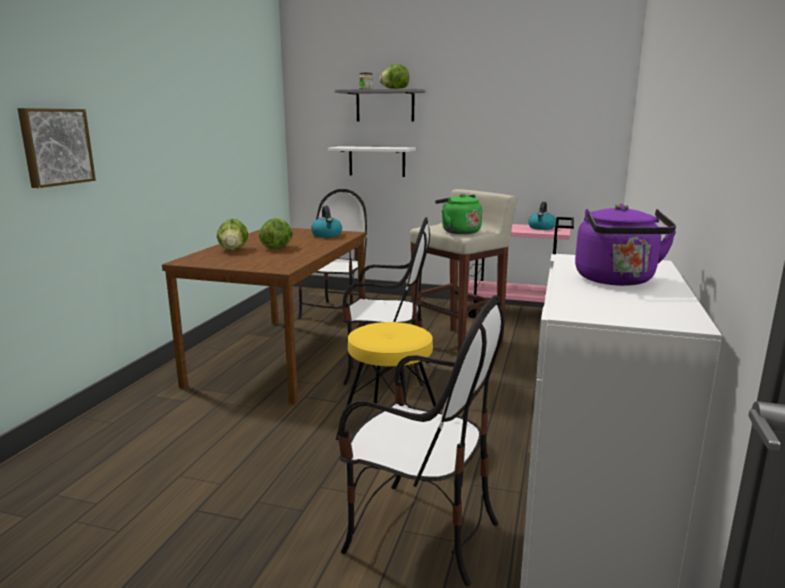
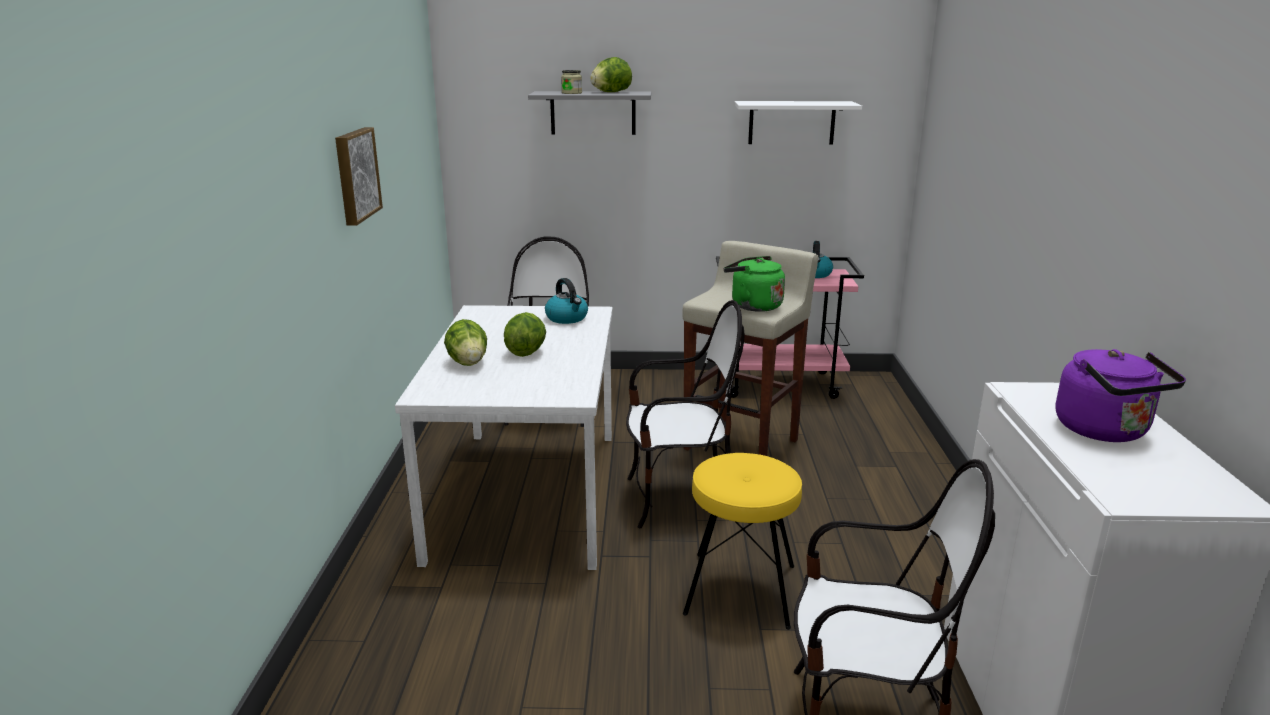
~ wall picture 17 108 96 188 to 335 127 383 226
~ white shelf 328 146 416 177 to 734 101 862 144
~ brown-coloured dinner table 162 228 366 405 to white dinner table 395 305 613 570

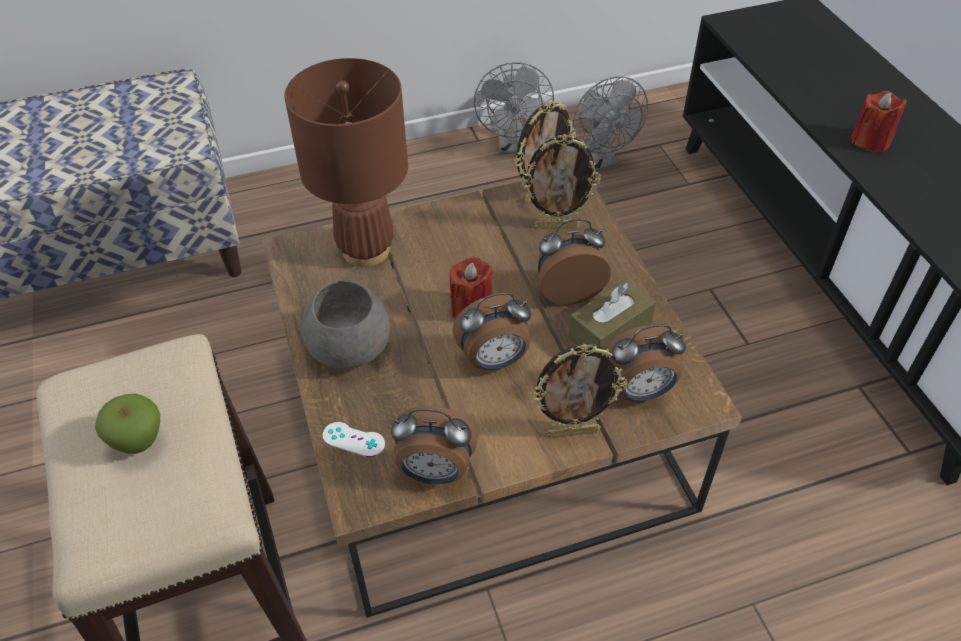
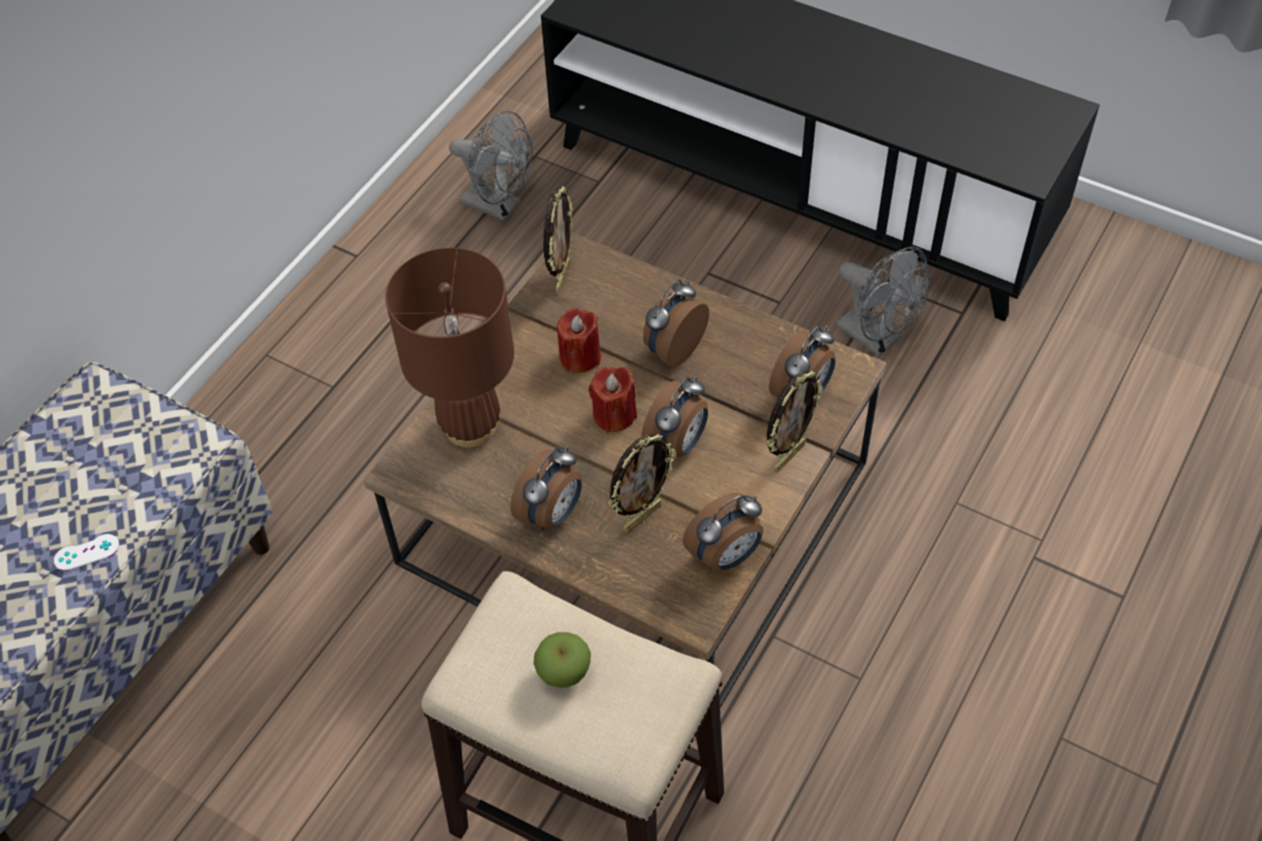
~ gray cooling fan 474 62 554 154 to 836 246 930 357
~ red wax light 851 91 907 152 to 557 308 601 373
~ photo frame 521 134 601 229 to 608 434 677 533
- brown-coloured tissue box 568 279 656 348
~ gray deep dish 301 280 390 369 to table clock 510 446 582 530
~ white joypad 323 422 385 457 to 54 534 119 571

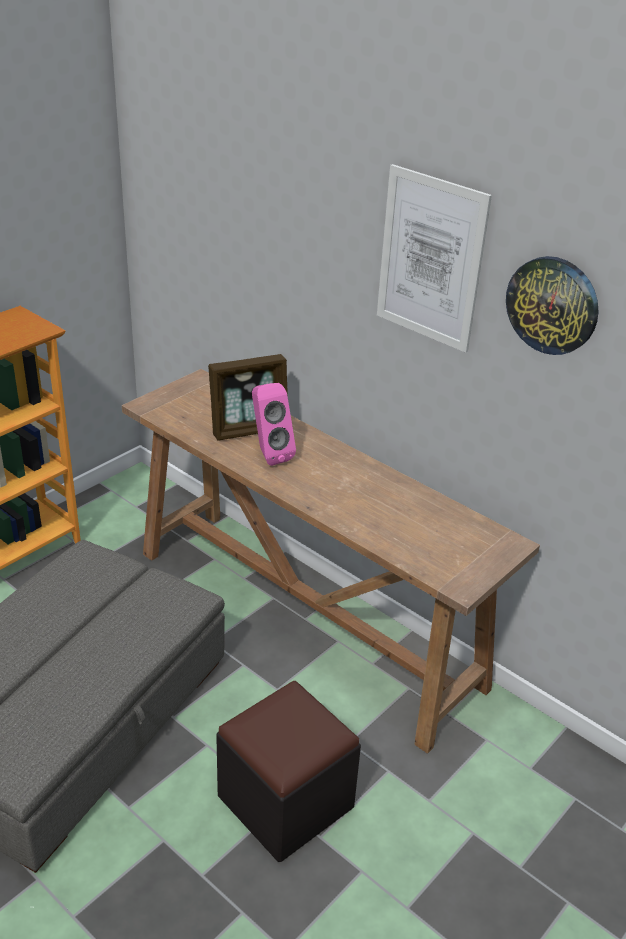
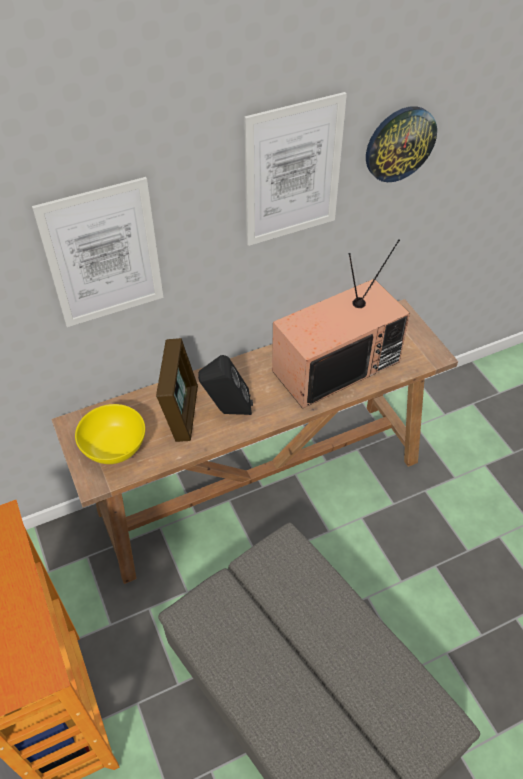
~ pink-coloured speaker 252 383 296 466 to black speaker 198 355 253 415
- black ottoman 216 681 361 862
+ wall picture 32 177 164 327
+ TV 272 239 410 409
+ yellow-coloured deep dish 75 404 145 464

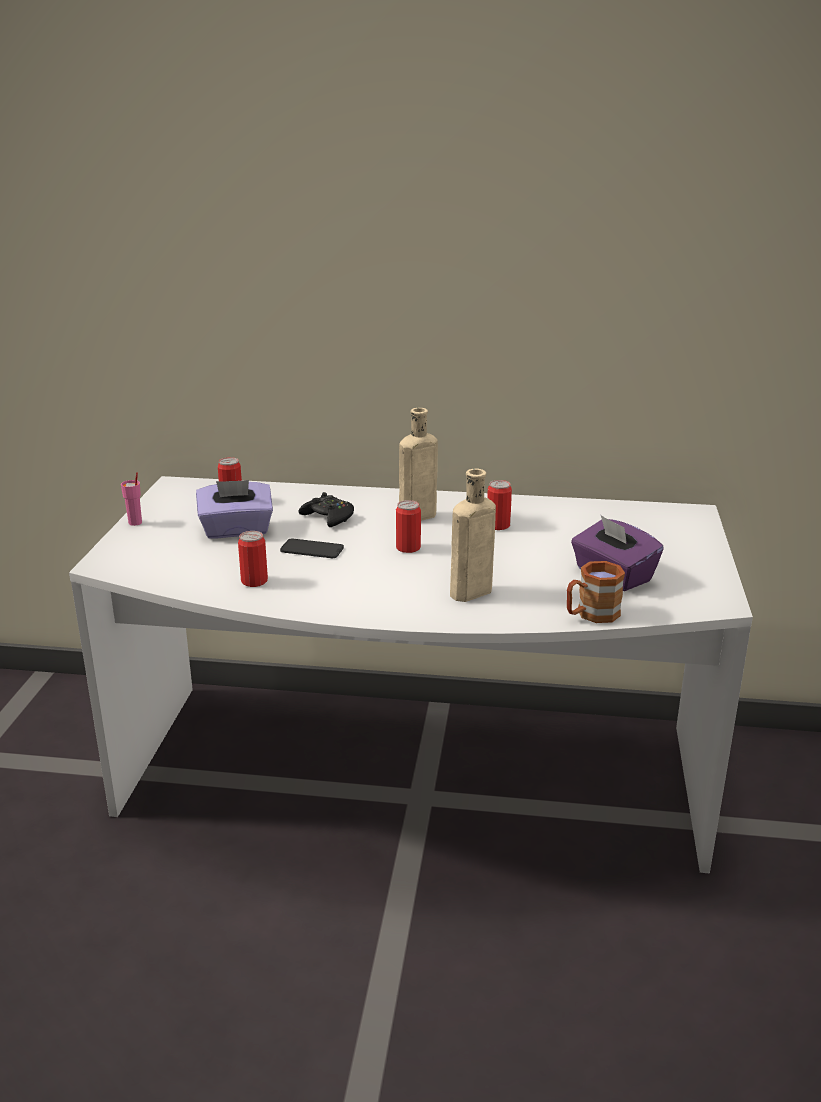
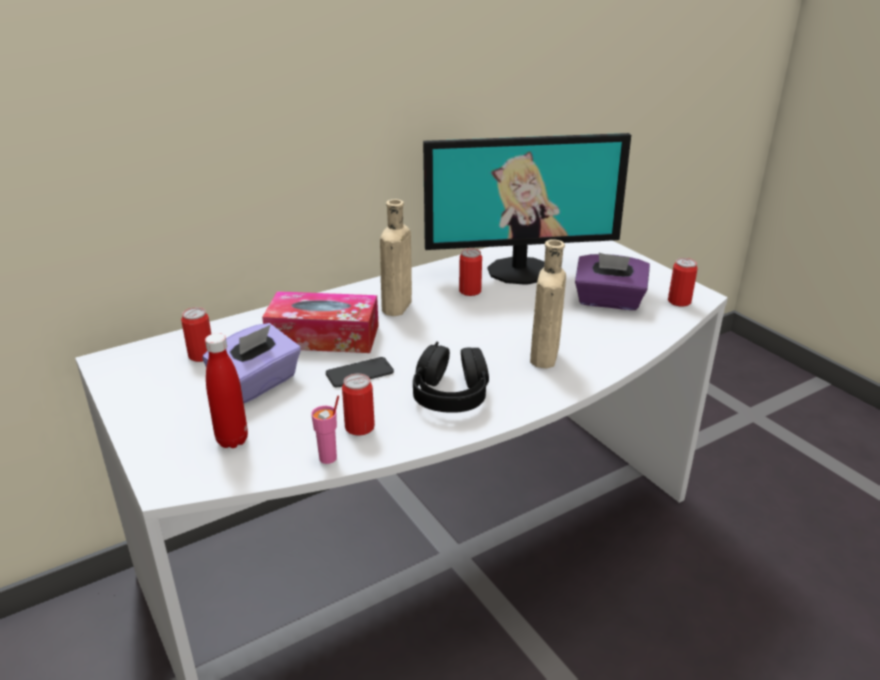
~ pink-coloured drinking cup 121 472 142 526 to 311 396 339 464
~ black joypad 299 492 354 527 to tissue box 262 291 379 353
~ can 396 500 421 553 to 668 258 698 307
- brown-coloured mug 567 561 625 623
+ computer display 423 133 631 285
+ red bottle 205 333 248 448
+ black pair of headphones 413 341 489 413

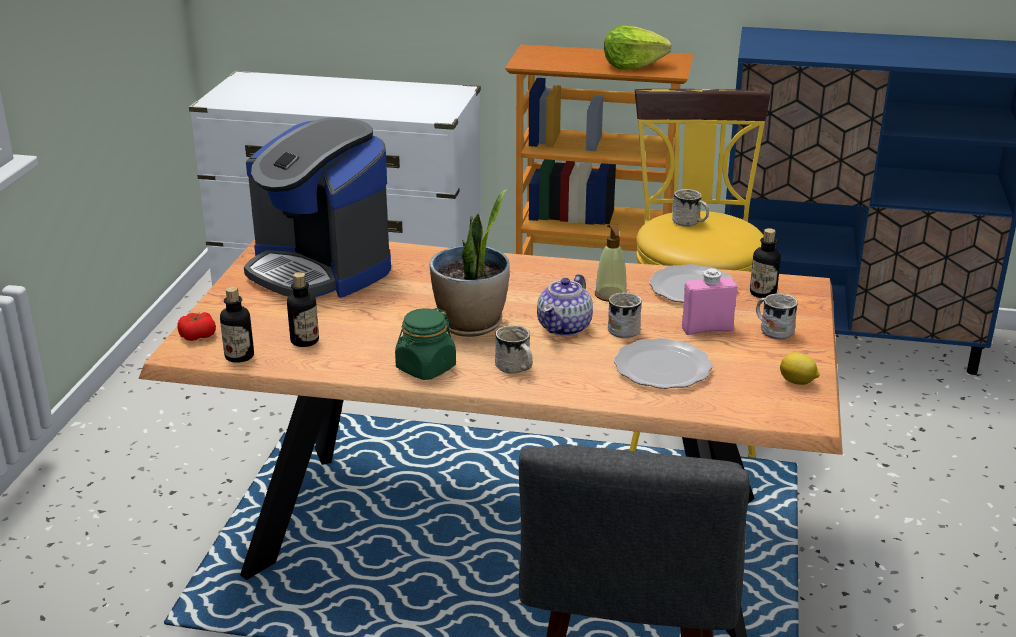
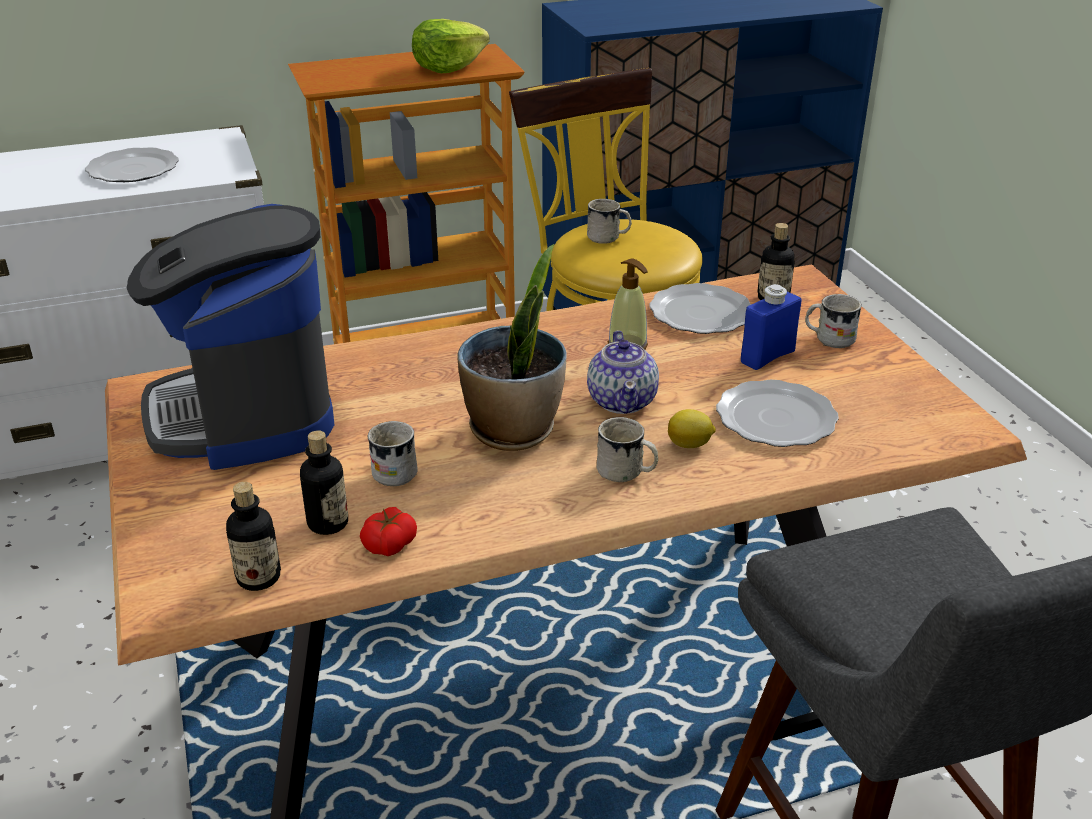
~ coffee machine 244 117 391 298 = 127 204 335 470 60 degrees clockwise
~ pink-coloured bottle 682 268 737 335 to blue bottle 741 284 802 370
~ white mug 608 292 642 338 to 367 421 418 486
- green storage jar 395 308 456 380
~ tomato 177 312 216 341 to 360 507 417 556
~ whole lemon 780 352 819 385 to 668 409 716 448
+ flat dish 85 147 179 182

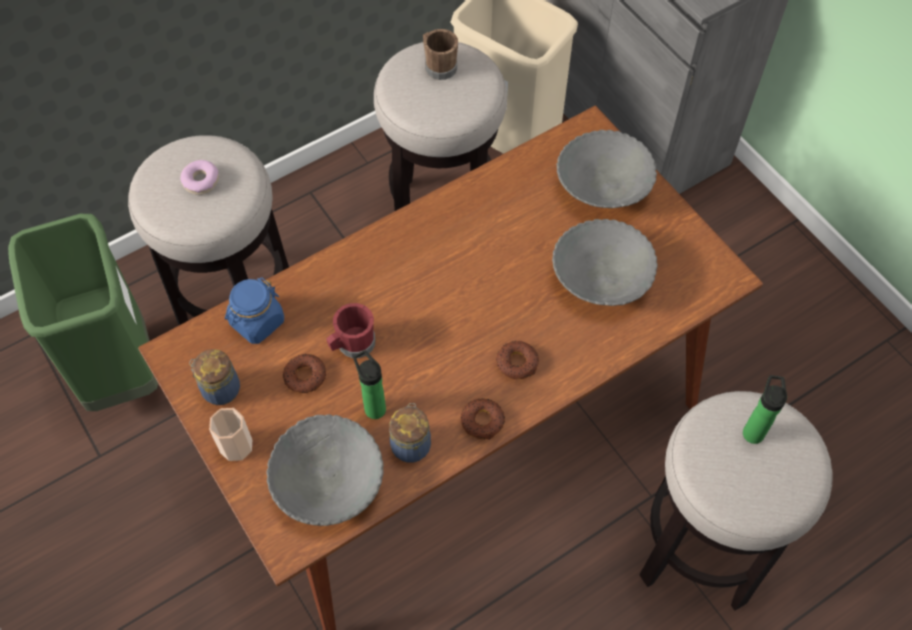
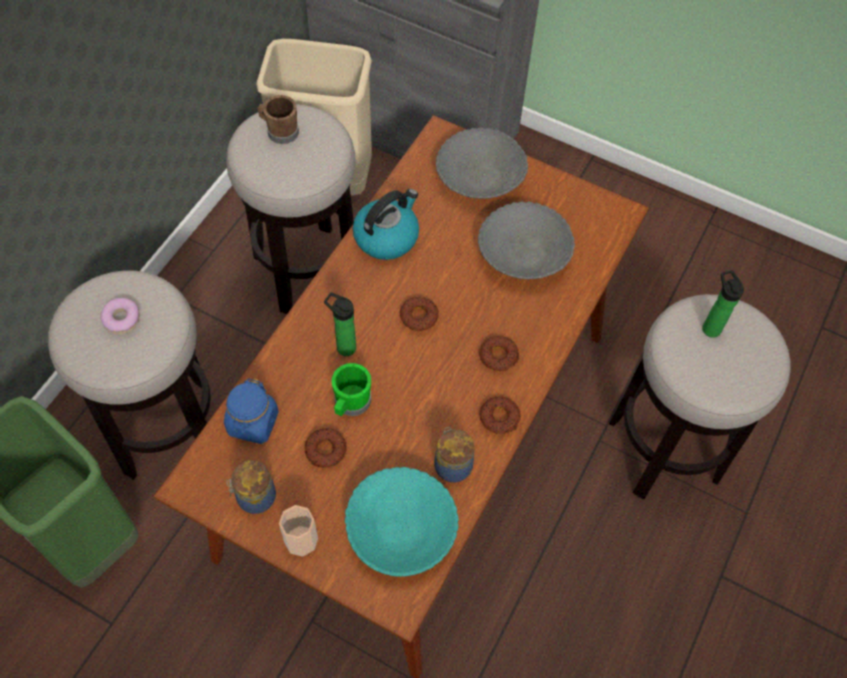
~ red mug 326 303 375 358 to green mug 332 363 371 416
~ bottle 353 350 386 419 to 324 292 356 356
~ gray deep dish 266 414 384 526 to turquoise deep dish 345 467 459 577
+ tea kettle 353 189 419 260
+ donut 400 296 439 331

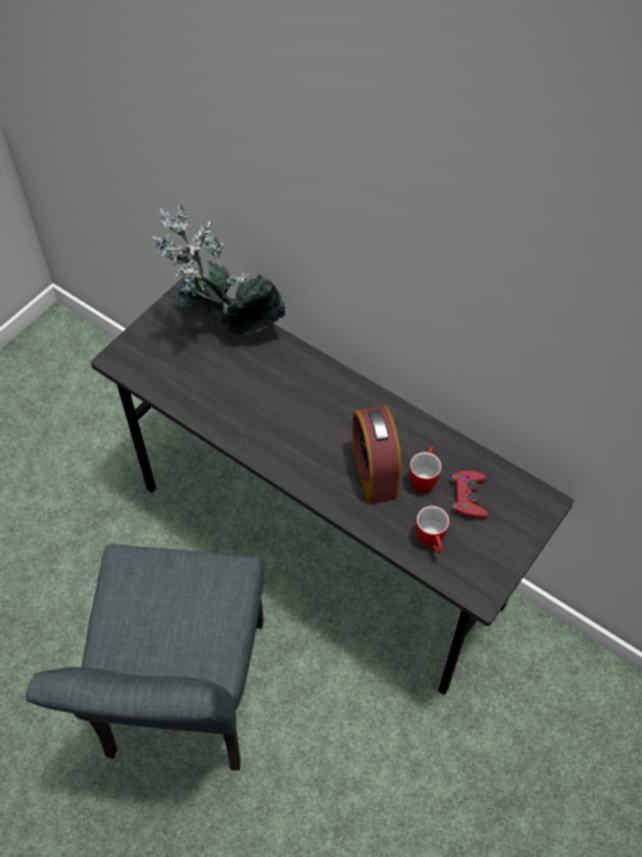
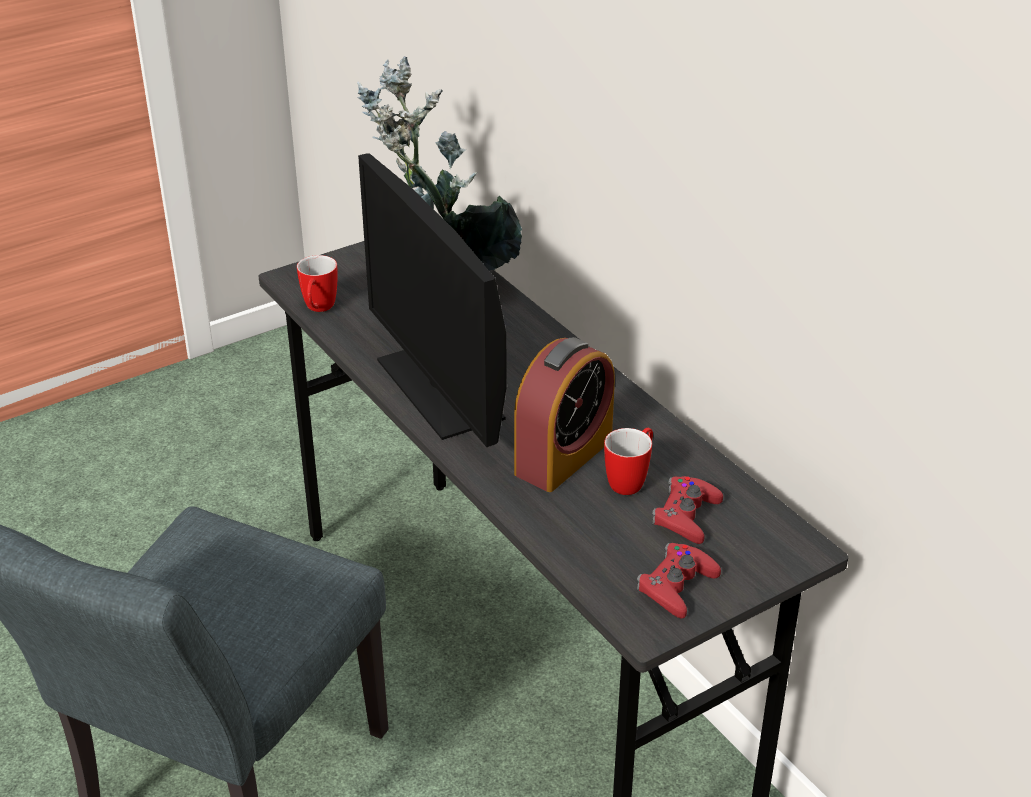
~ table clock 351 406 402 504 = 514 337 615 492 150 degrees counterclockwise
~ mug 416 506 449 553 to 297 255 338 312
+ computer display 358 154 507 447
+ red joypad 637 543 721 619

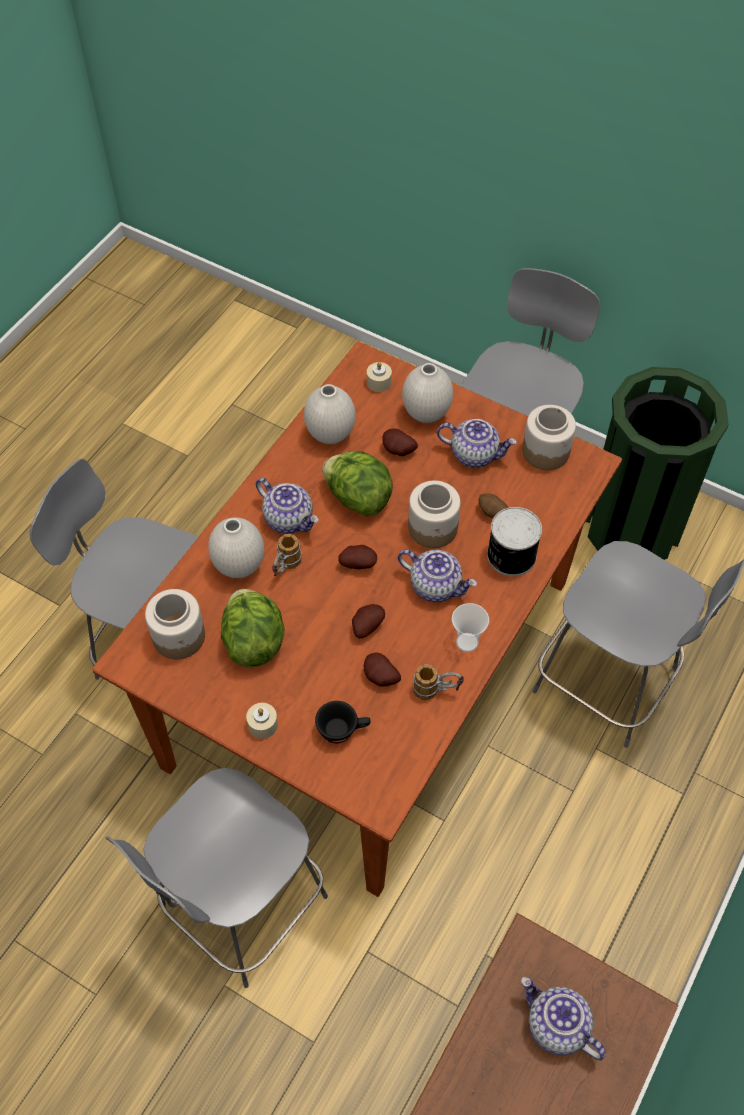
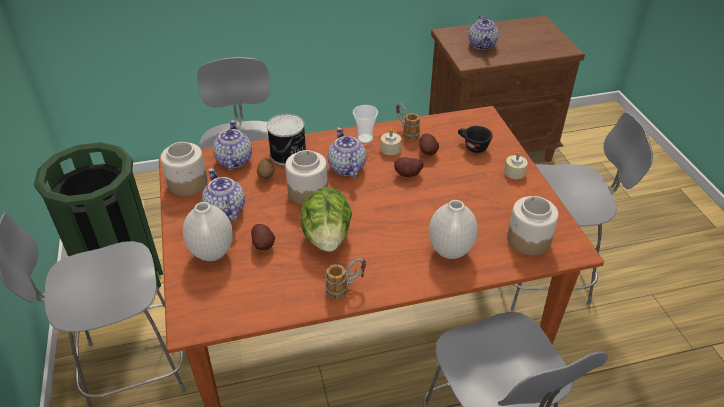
~ beige-coloured wax light 367 362 392 392 to 381 129 401 155
- white decorative vase 304 384 355 444
~ teapot 256 478 318 534 to 213 120 252 170
~ mug 272 534 302 576 to 325 258 366 299
- whole potato 338 545 377 569
- head of lettuce 221 589 284 667

